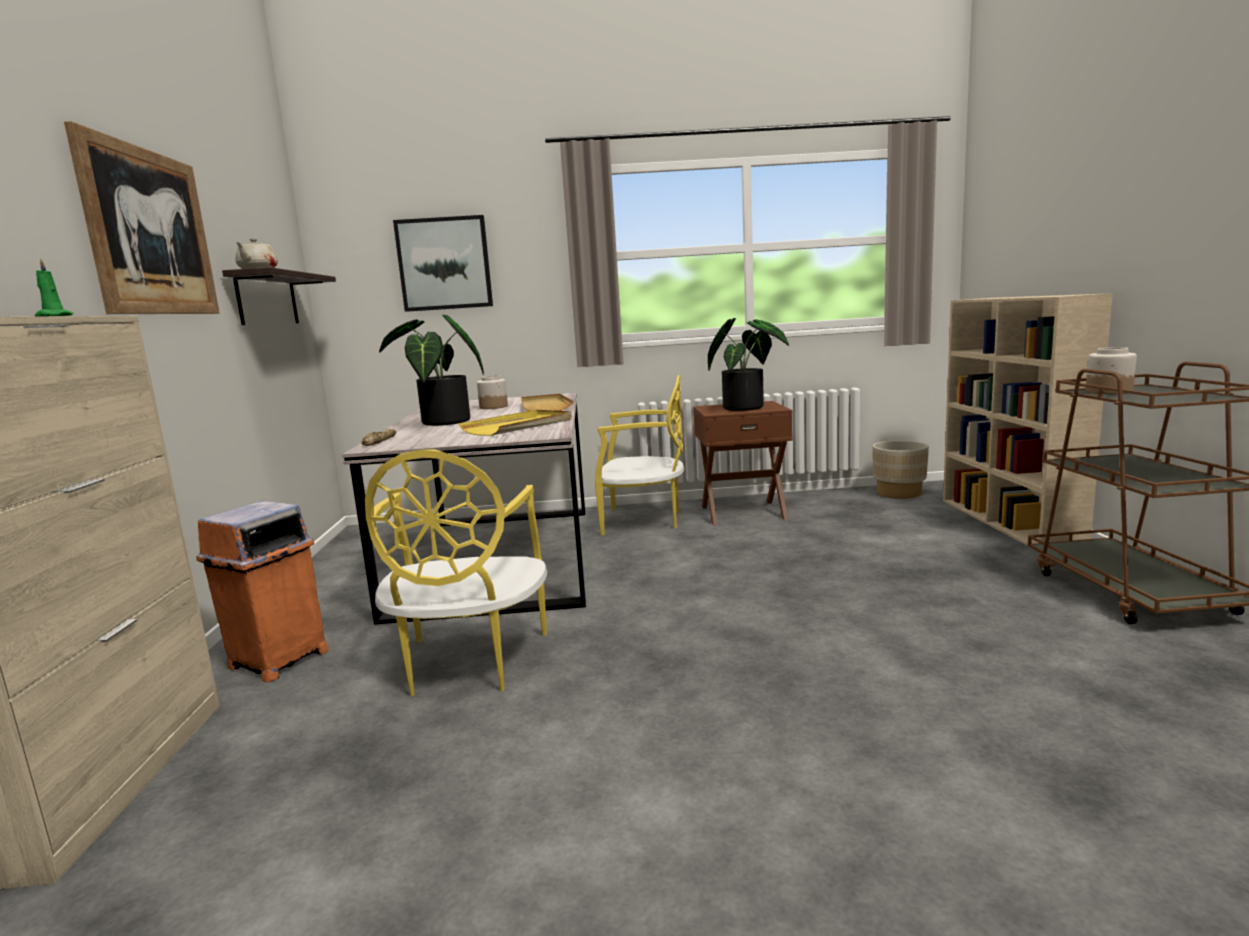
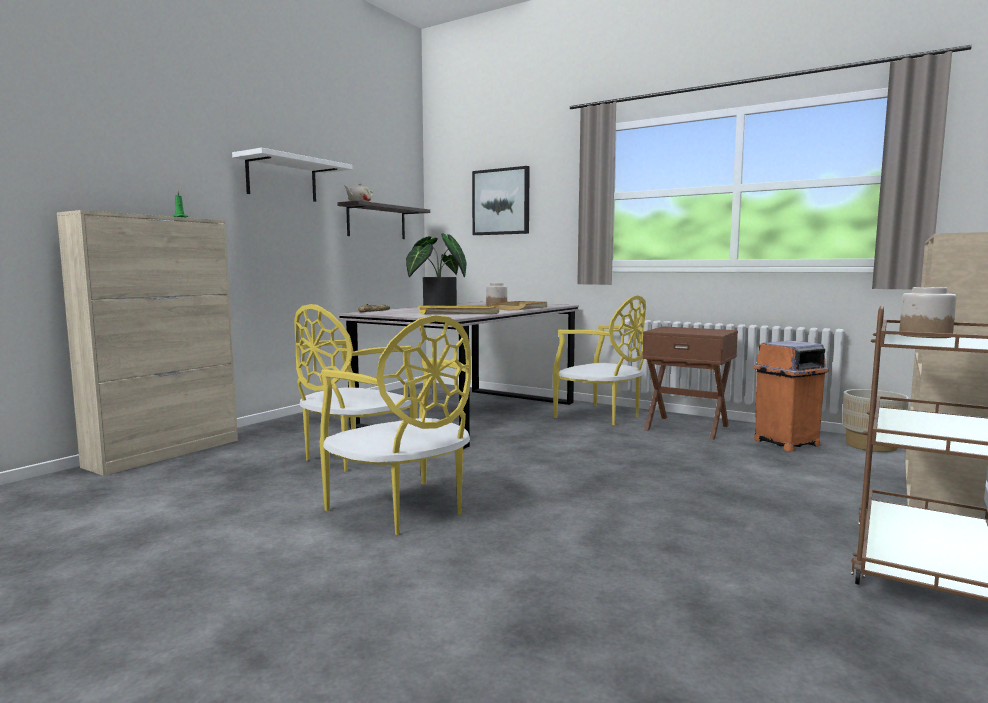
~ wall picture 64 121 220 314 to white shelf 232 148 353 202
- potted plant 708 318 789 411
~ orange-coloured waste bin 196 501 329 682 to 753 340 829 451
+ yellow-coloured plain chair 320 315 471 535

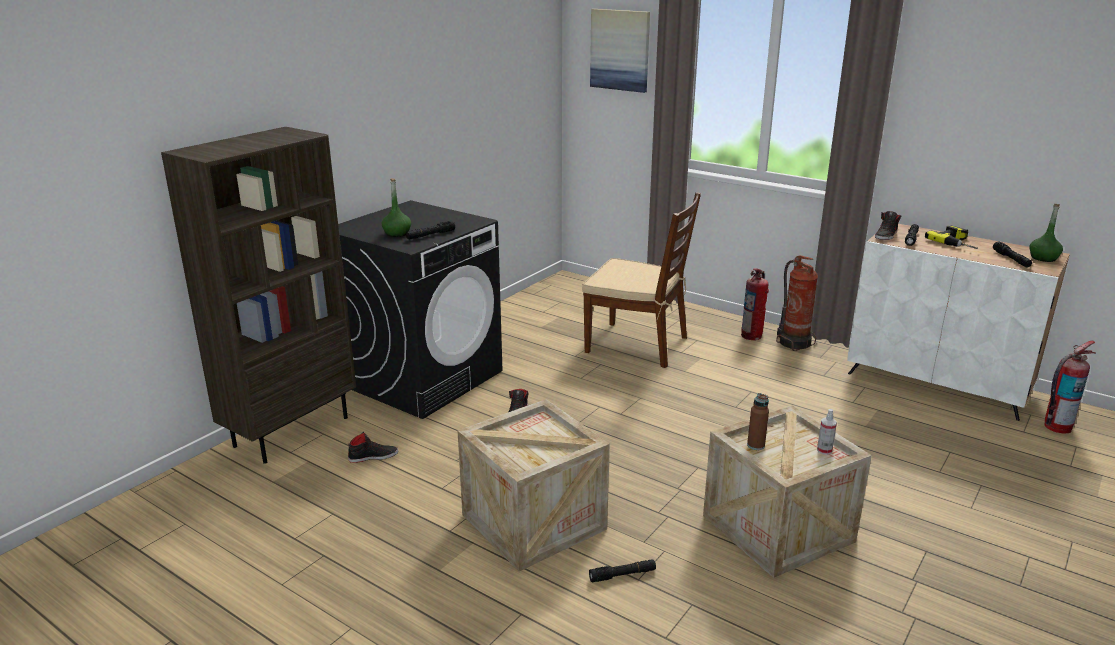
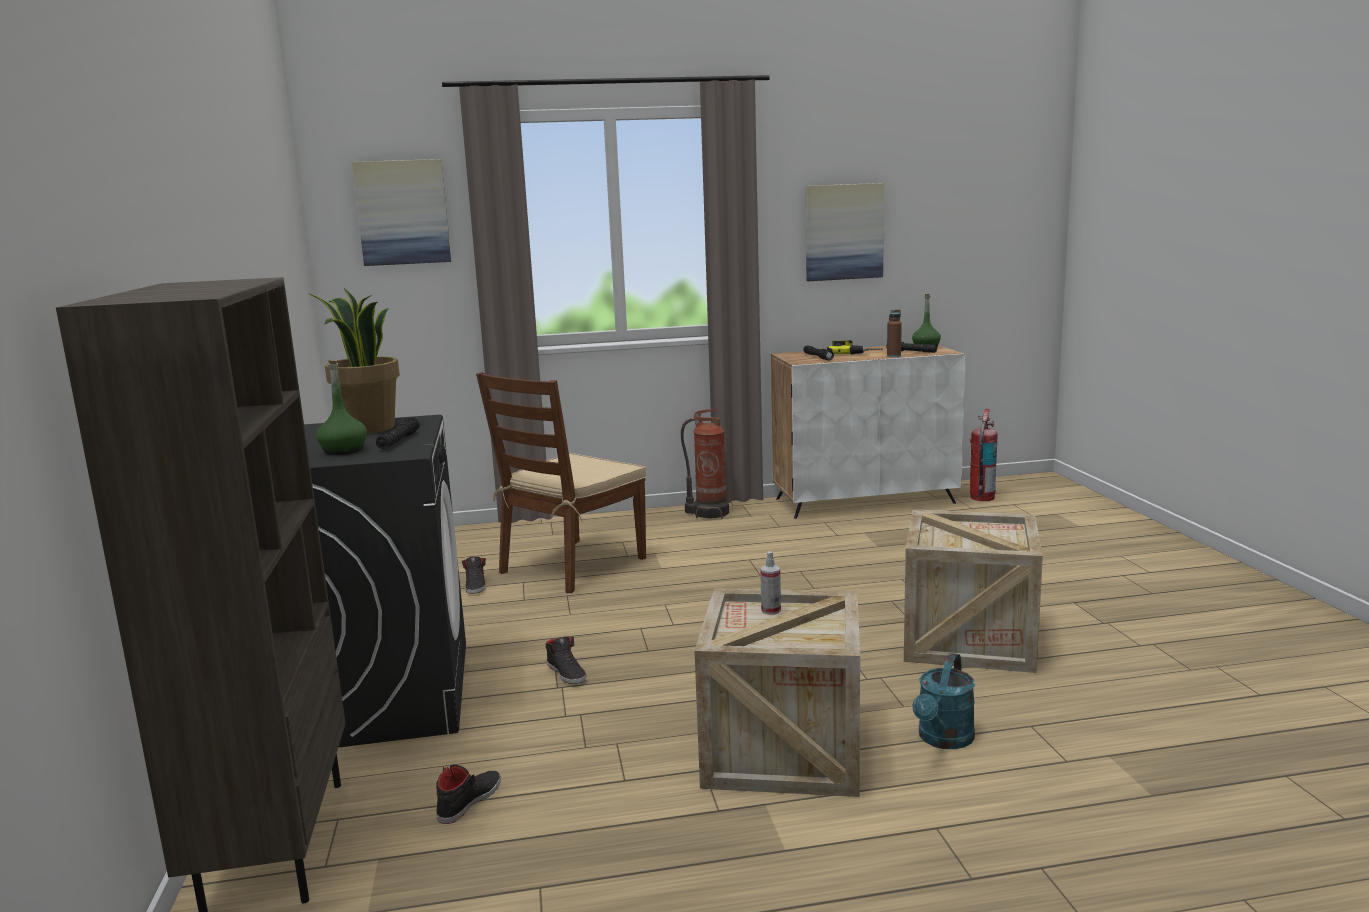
~ brown-coloured plain chair 582 192 701 368 = 476 372 646 593 150 degrees clockwise
~ black item of footwear 875 211 902 240 to 462 556 486 594
- extinguisher 741 268 769 340
~ brown-coloured bottle 747 393 769 450 to 887 309 902 357
~ sprayer 817 409 837 455 to 760 551 781 615
~ black torch 589 559 656 582 to turquoise watering pot 913 653 975 749
+ wall picture 806 183 884 281
+ potted plant 308 288 400 434

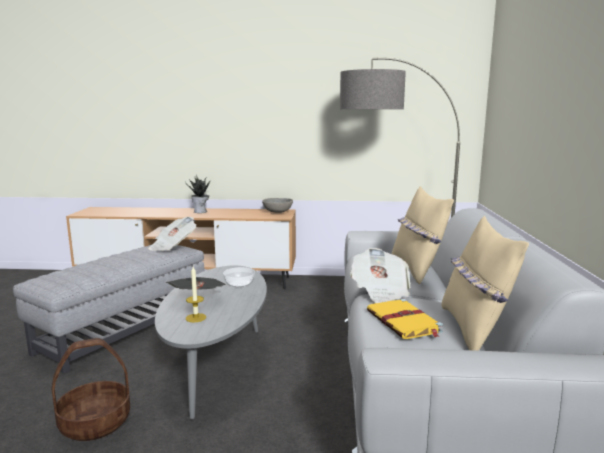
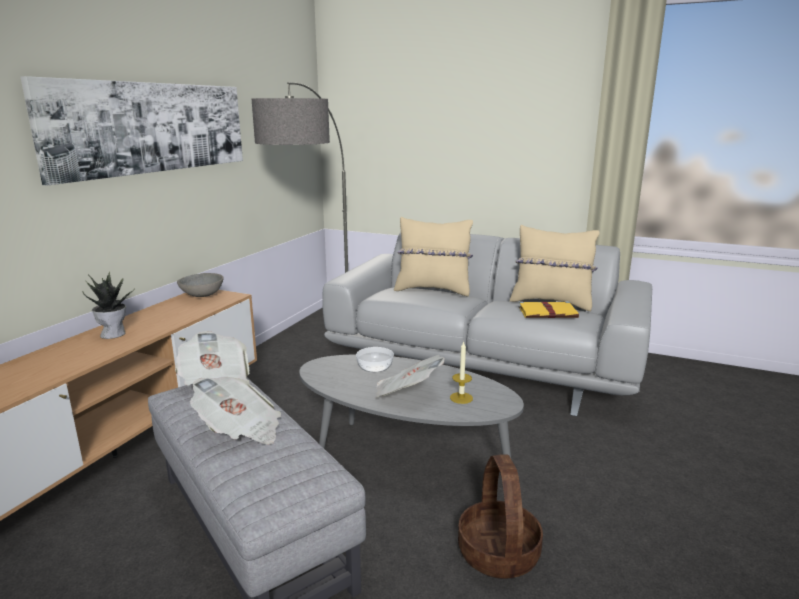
~ newspaper 350 248 410 303 to 190 377 281 444
+ wall picture 21 76 243 185

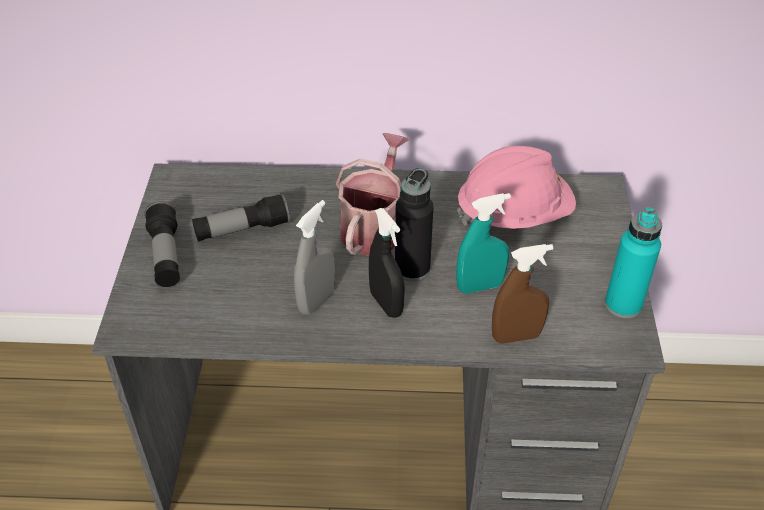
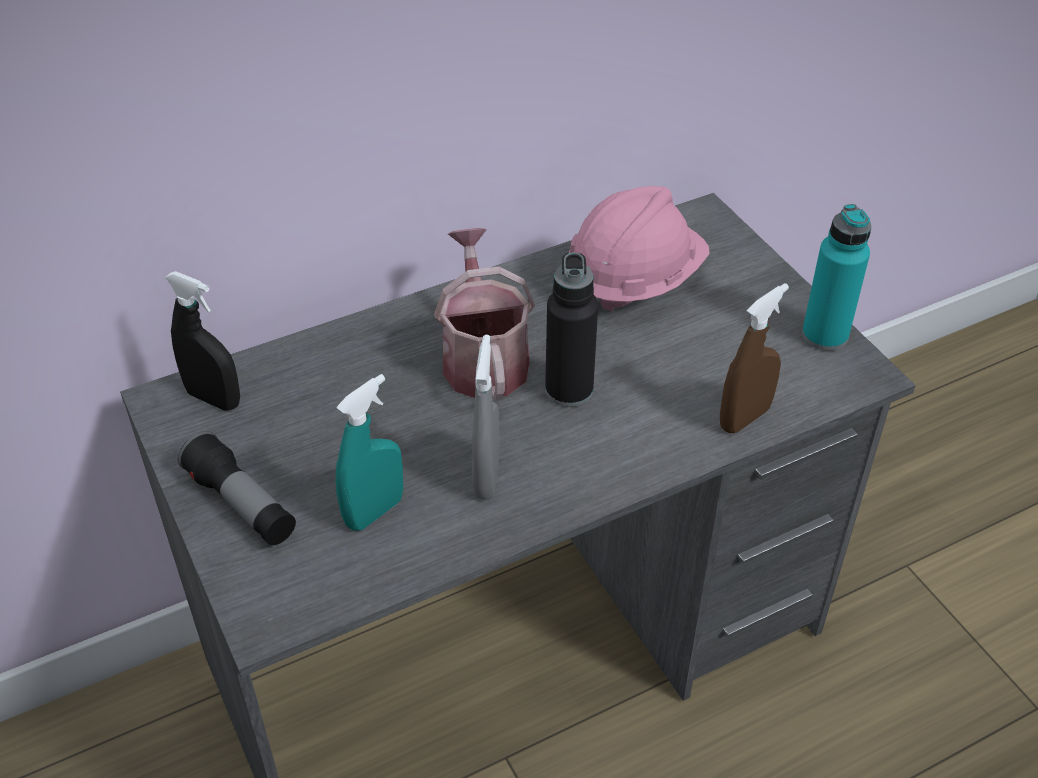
- torch 192 193 290 242
~ turquoise sprayer 456 193 511 294 to 336 374 403 531
~ black sprayer 369 208 405 318 to 165 271 240 411

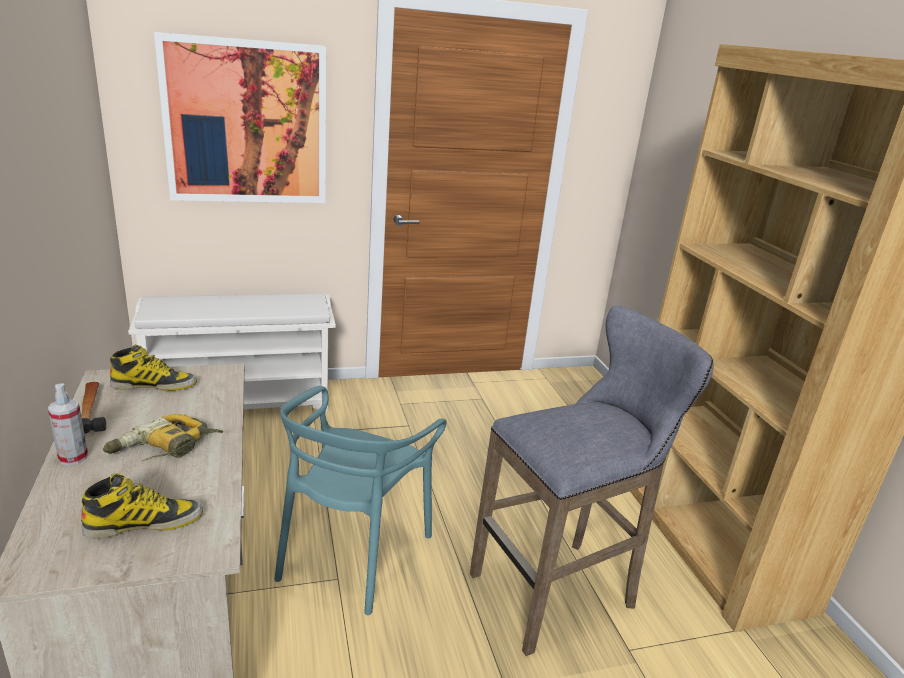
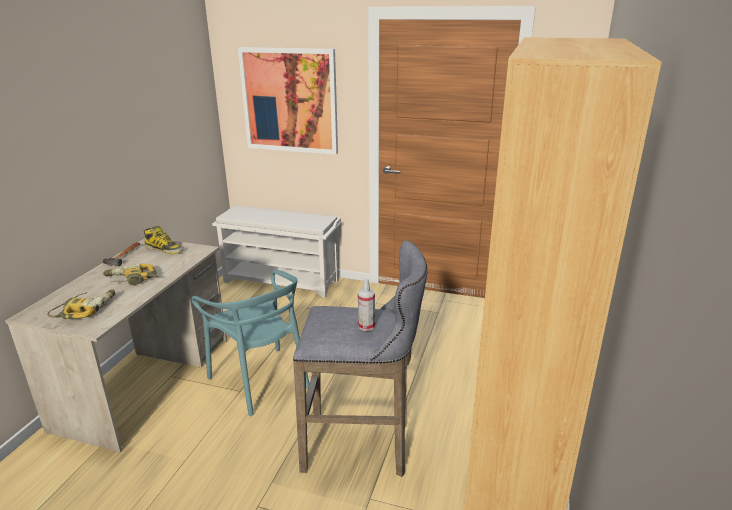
~ sprayer 48 383 88 465 to 358 278 375 331
~ turquoise plain chair 274 386 446 615 = 191 270 310 416 90 degrees counterclockwise
~ tall boot 81 473 203 539 to power drill 48 289 115 319

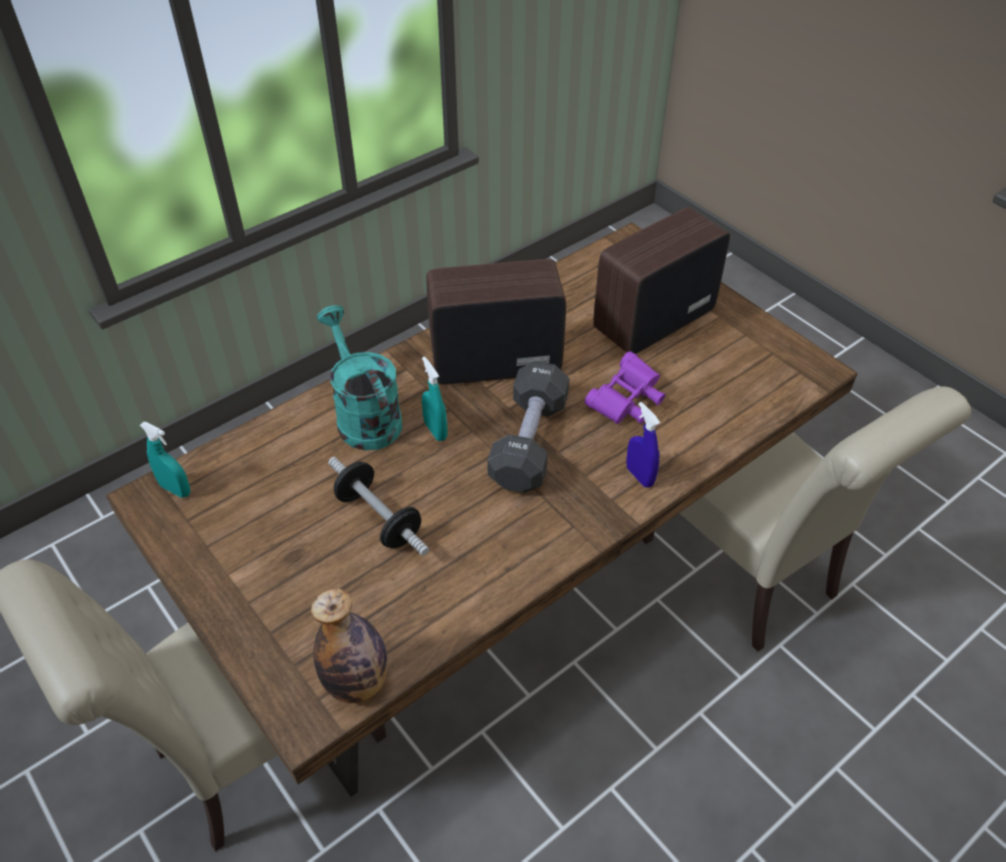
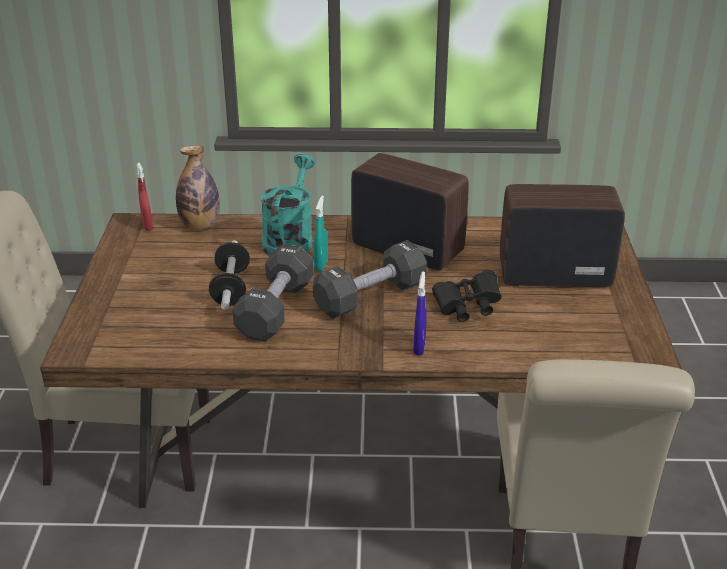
~ purple-coloured binoculars 584 351 666 424 to black binoculars 432 269 502 322
~ turquoise sprayer 140 422 190 498 to red sprayer 137 163 153 231
~ bottle 311 589 388 703 to 176 145 220 230
+ black free weight 232 244 313 341

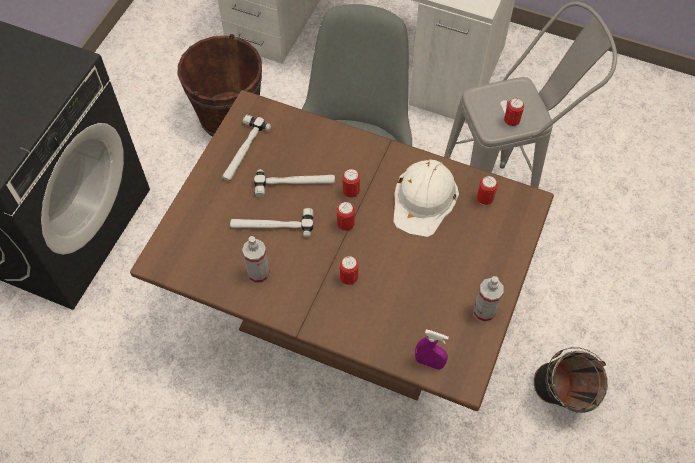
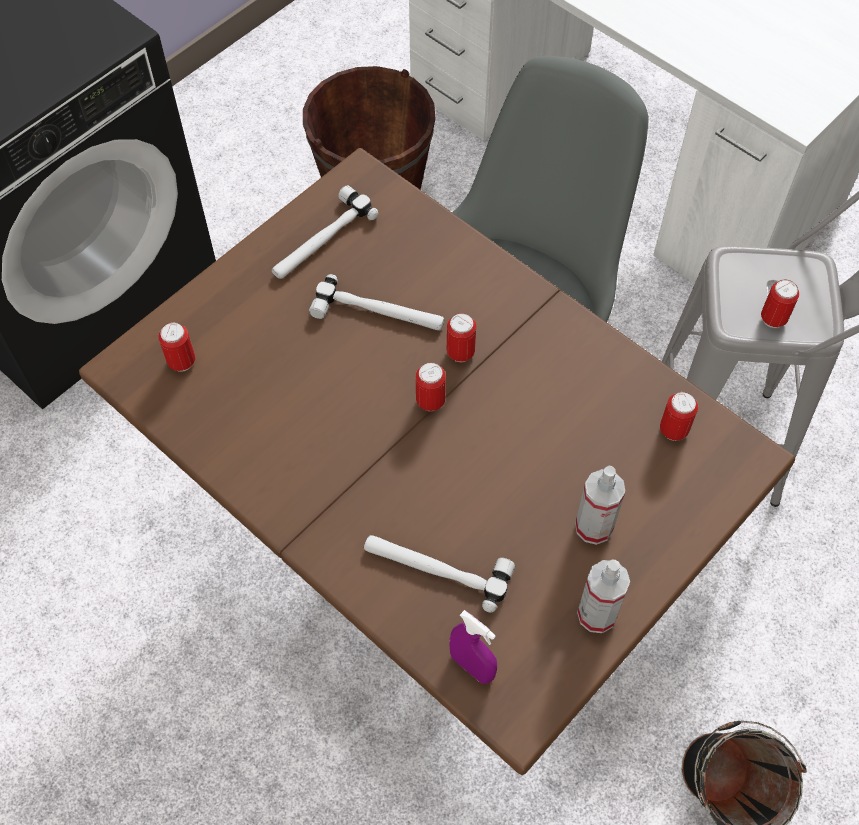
- white work helmet 393 159 459 237
~ hammer 230 208 314 237 to 364 535 515 613
~ sprayer 242 236 270 284 to 575 466 625 545
~ can 340 256 359 285 to 158 322 195 372

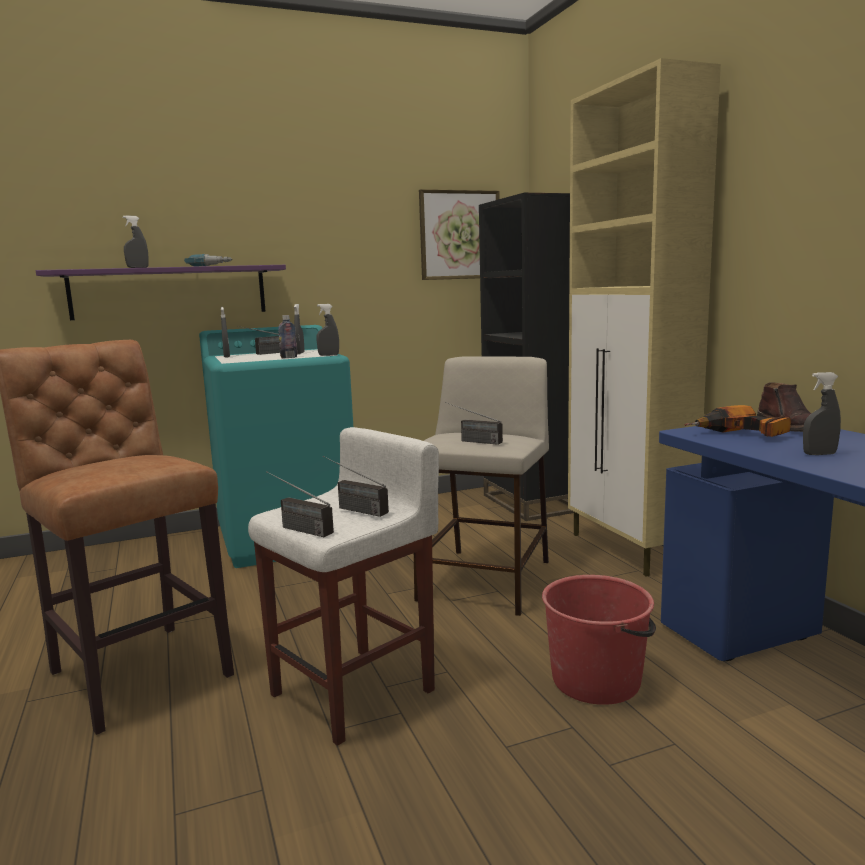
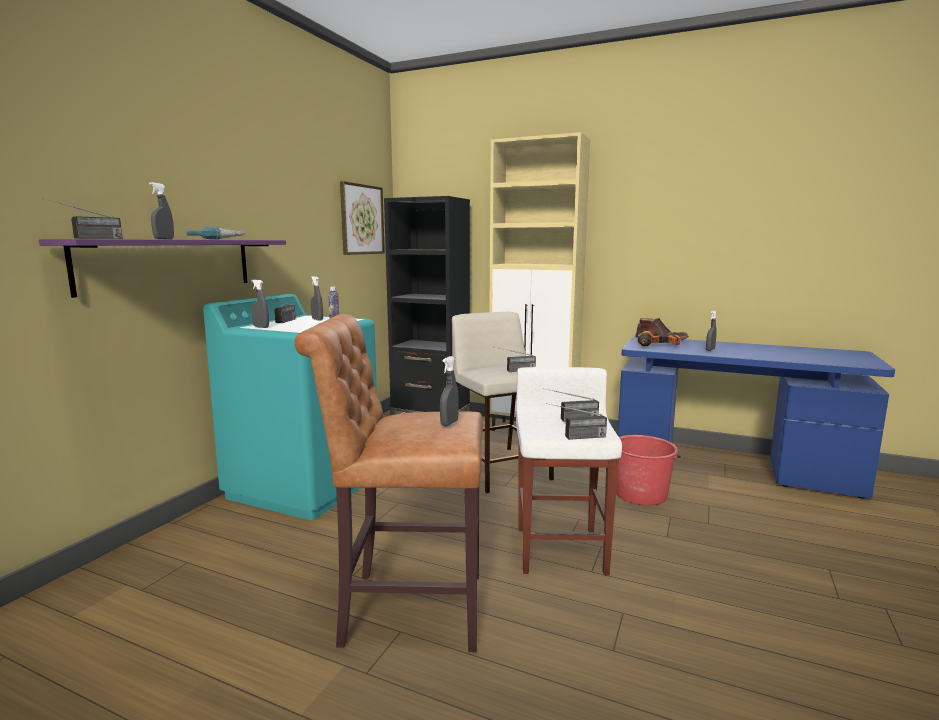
~ gray sprayer 316 304 339 356 to 440 356 459 427
+ radio 42 198 123 239

